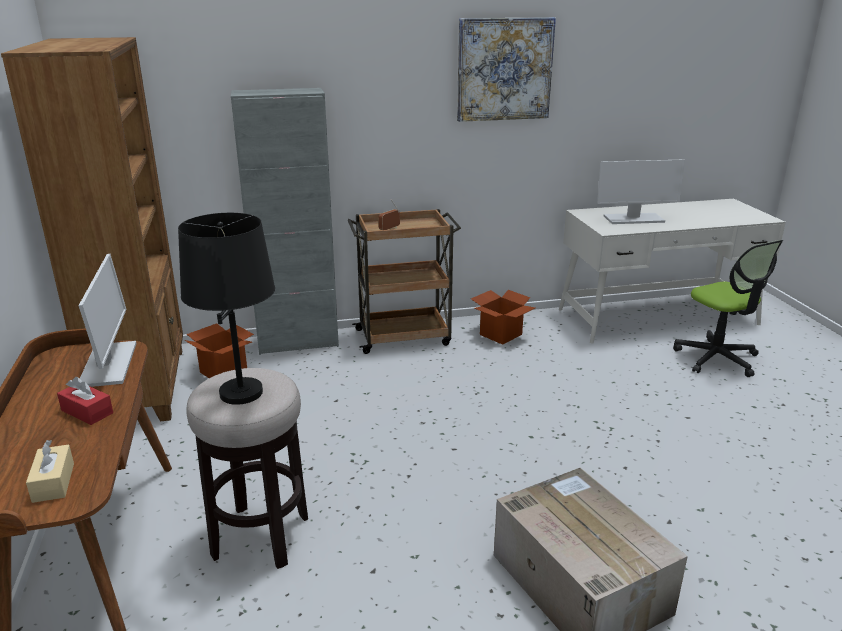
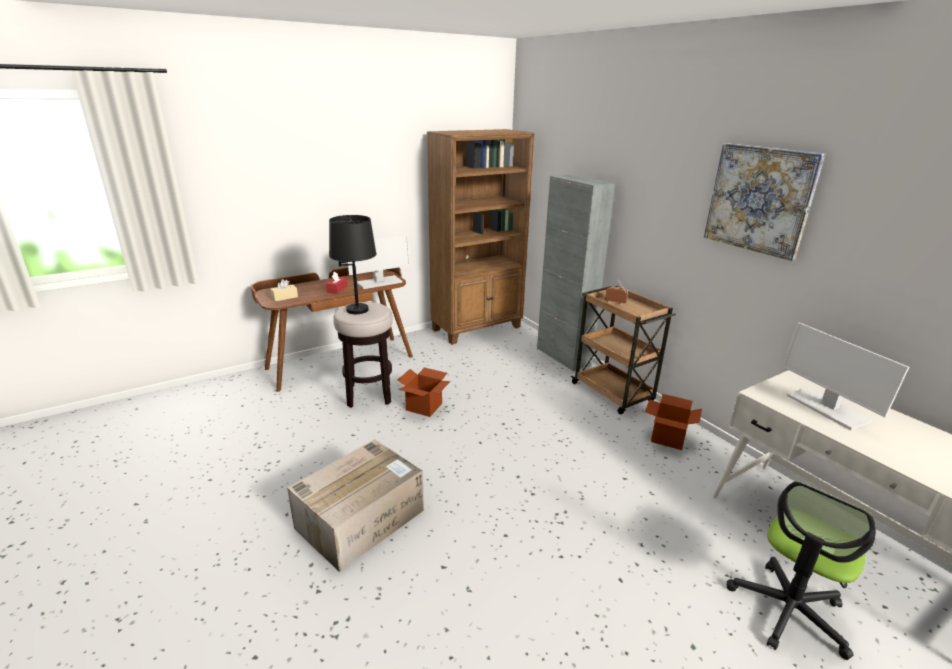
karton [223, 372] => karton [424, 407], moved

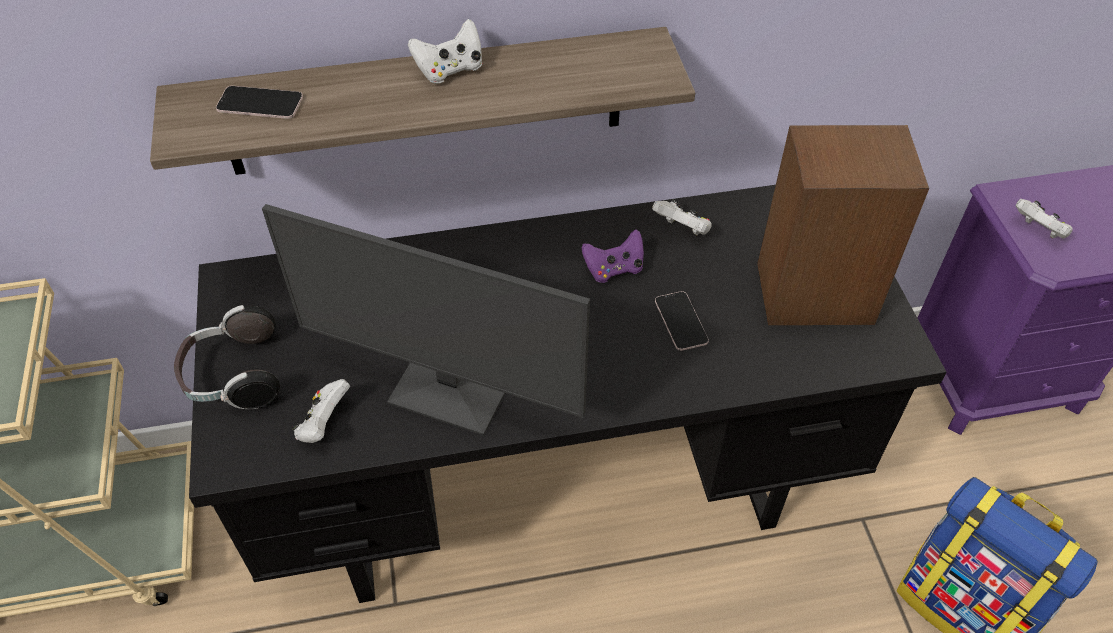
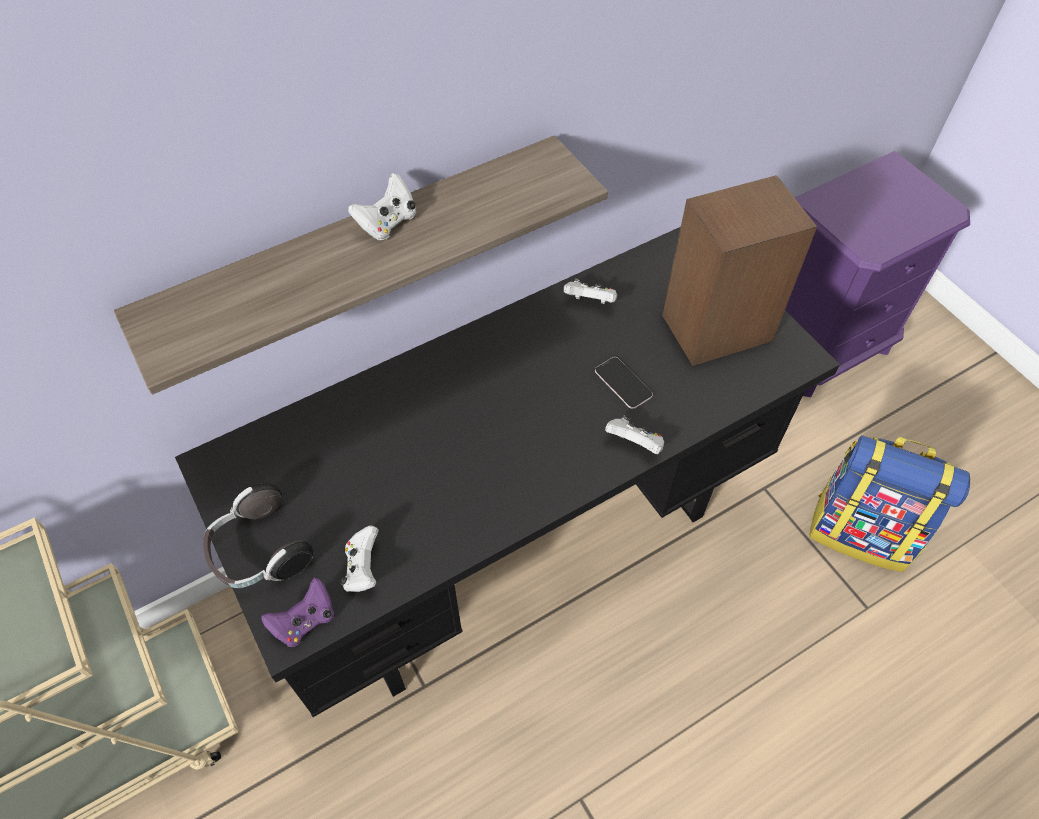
pad do gier (fioletowy) [614, 269] => pad do gier (fioletowy) [305, 621], moved
pad do gier (biały) [1038, 230] => pad do gier (biały) [634, 444], moved
telefon [260, 103] => nothing
monitor [452, 389] => nothing

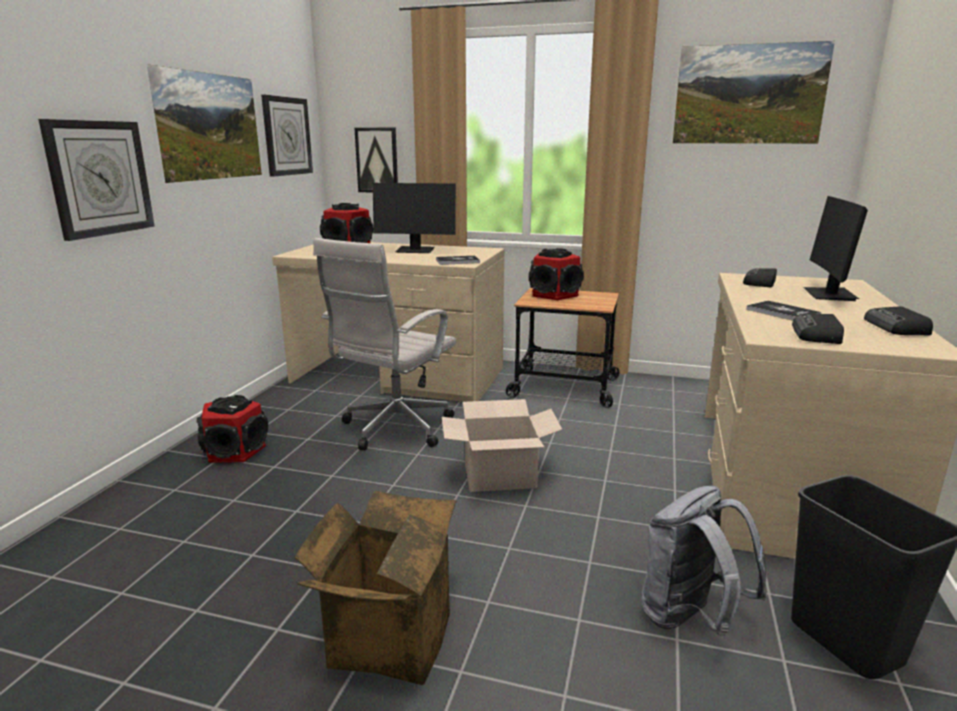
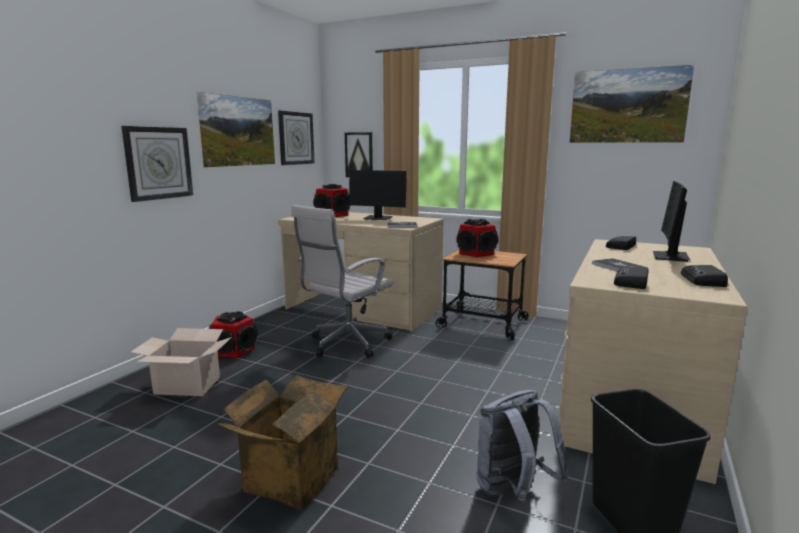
karton [500, 476] => karton [188, 385], moved

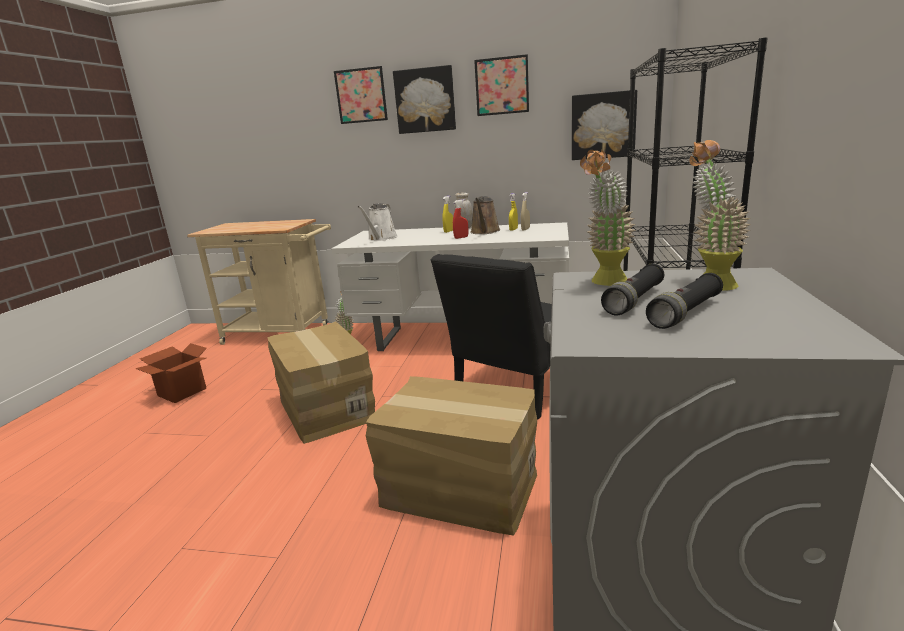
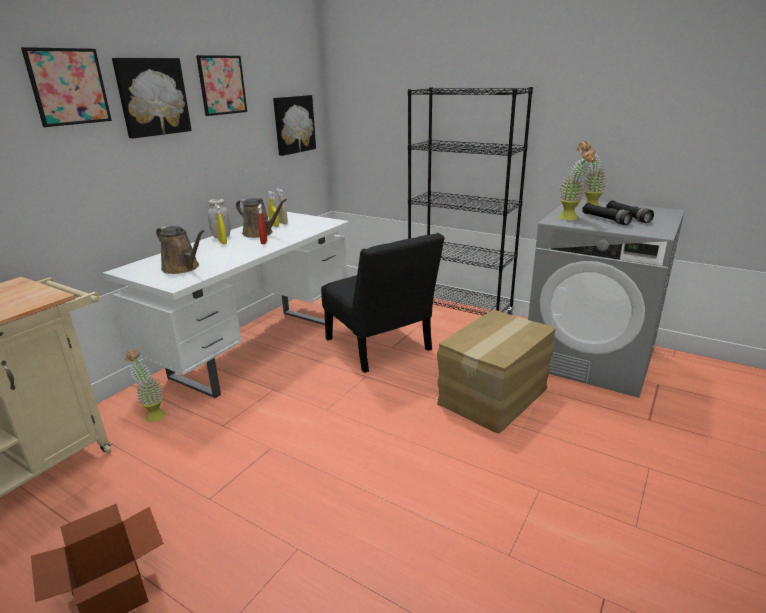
konewka (biały) [381, 238] => konewka (brązowy) [183, 268]
karton [325, 409] => nothing

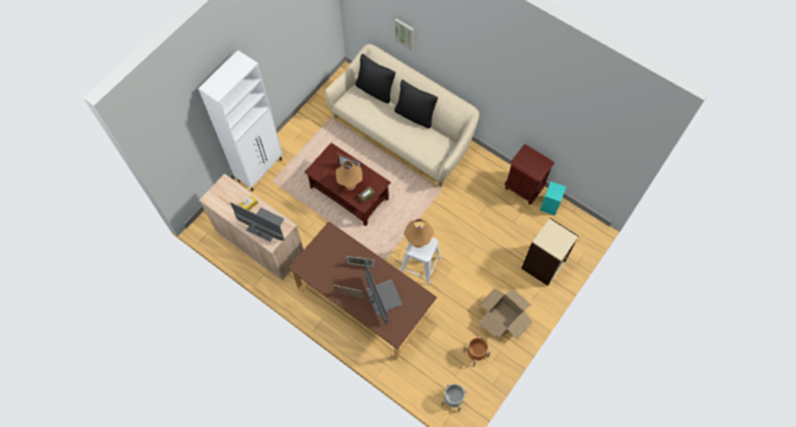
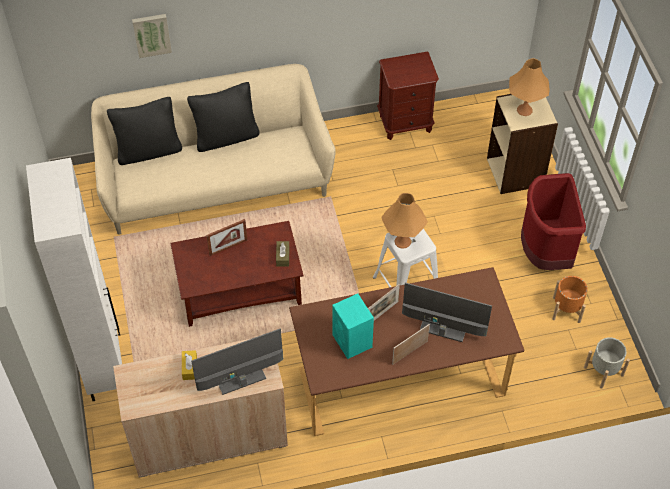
głośnik (turkusowy) [549, 206] => głośnik (turkusowy) [352, 342], moved
lampa stołowa (pomarańczowy) [350, 185] => lampa stołowa (pomarańczowy) [524, 110], moved
karton [503, 317] => kosz na śmieci (czerwony) [545, 252]

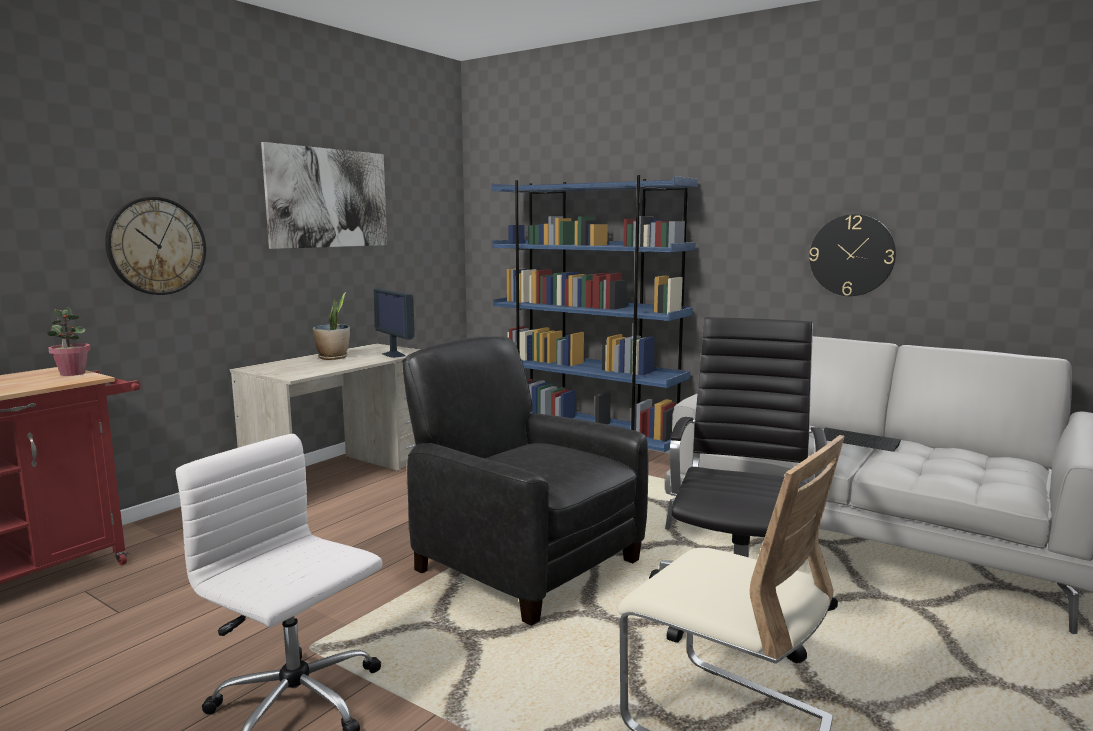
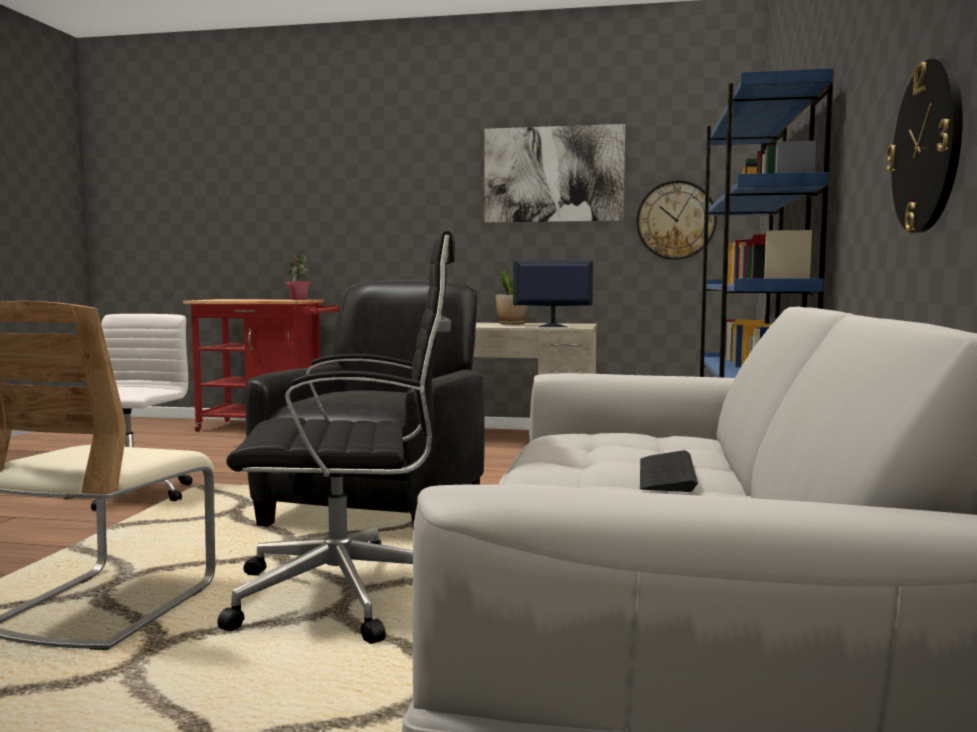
monitor [394, 355] => monitor [552, 326], 60 degrees clockwise
zegar ścienny [157, 246] => zegar ścienny [676, 220], moved

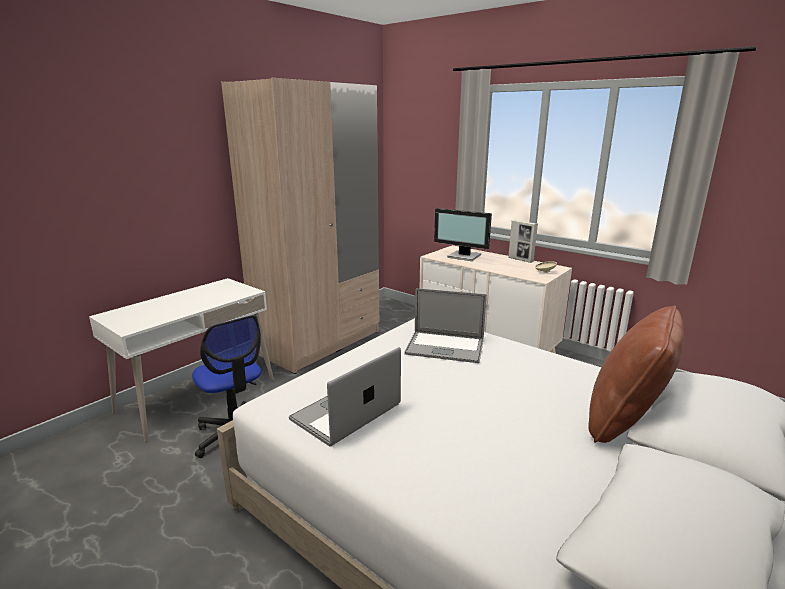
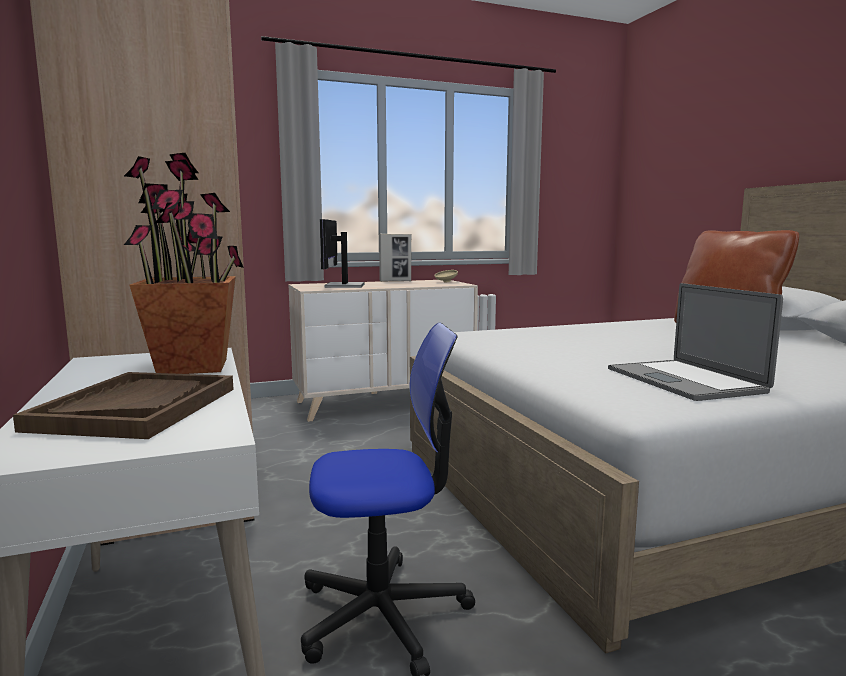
nothing => taca (brązowy) [137, 408]
nothing => roślina doniczkowa [193, 367]
monitor [464, 256] => monitor [342, 286], 120 degrees clockwise
laptop [445, 347] => nothing

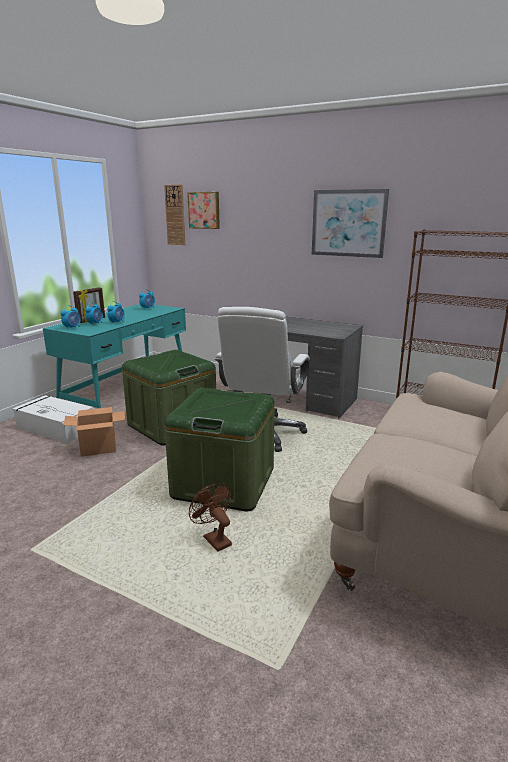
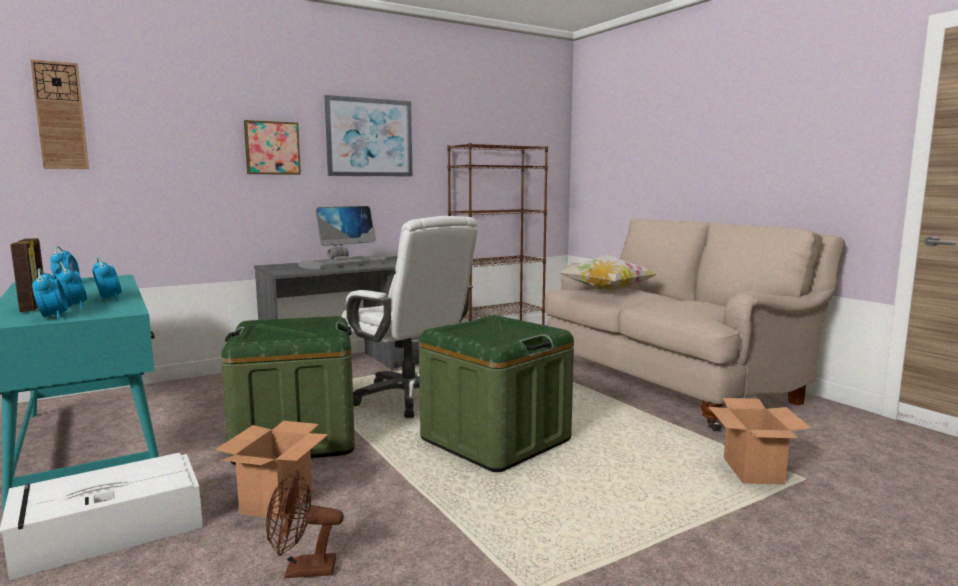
obraz [204, 210] => obraz [272, 148], moved
wentylator (brązowy) [214, 539] => wentylator (brązowy) [302, 570], moved
nothing => monitor [344, 263]
nothing => poduszka [606, 291]
nothing => karton [753, 471]

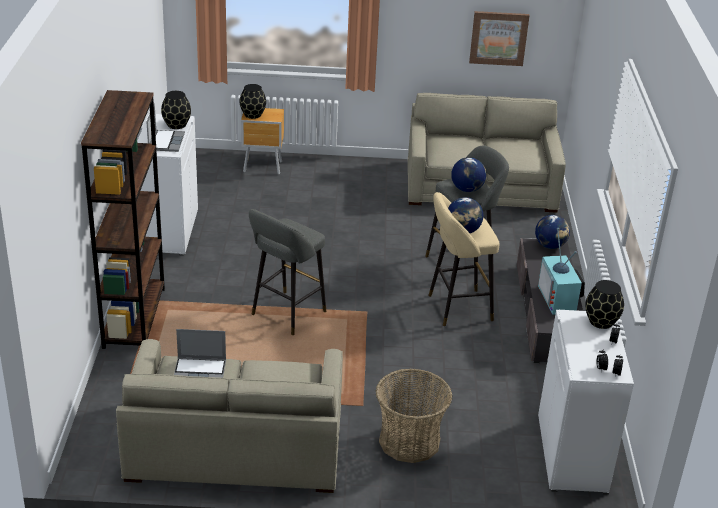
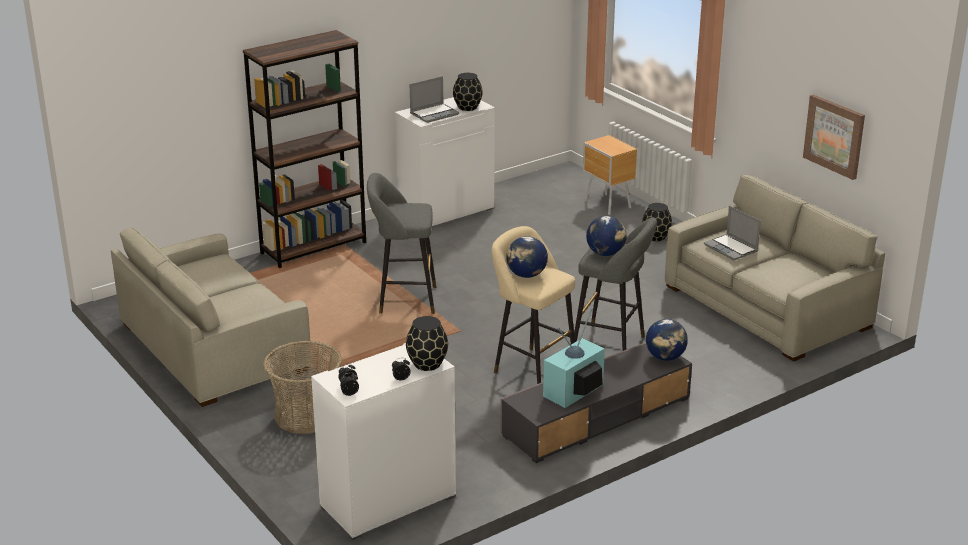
wazon (czarny) [252, 115] => wazon (czarny) [655, 237], moved
laptop [200, 371] => laptop [731, 248], moved

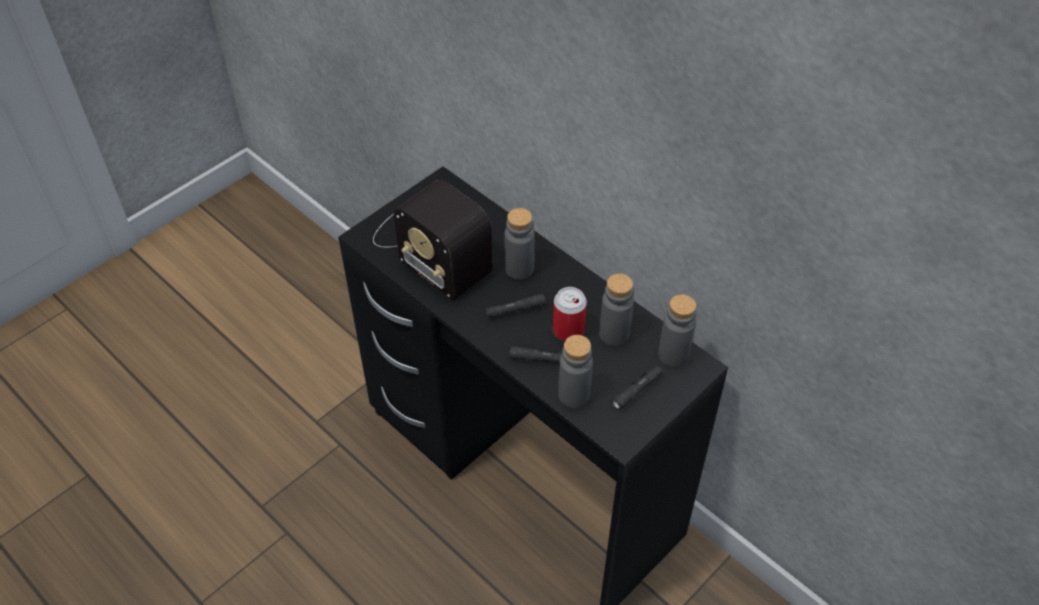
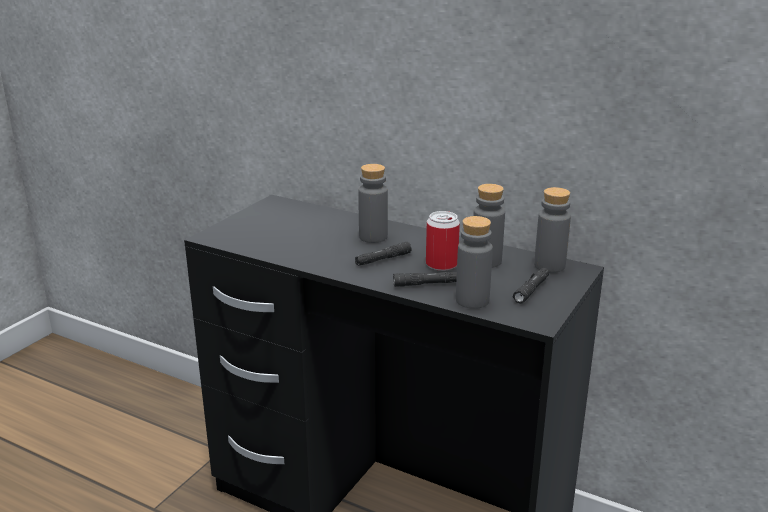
radio [430, 247] => nothing

